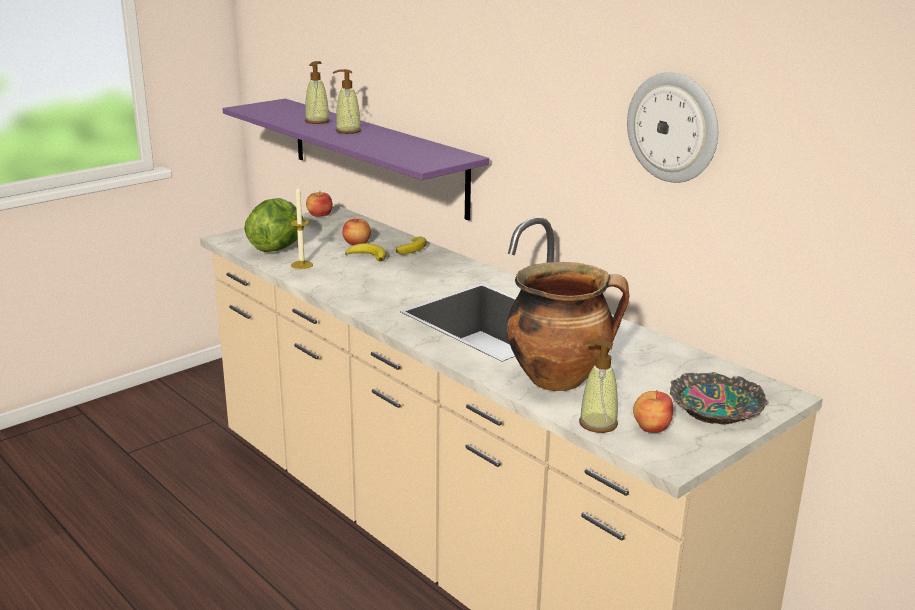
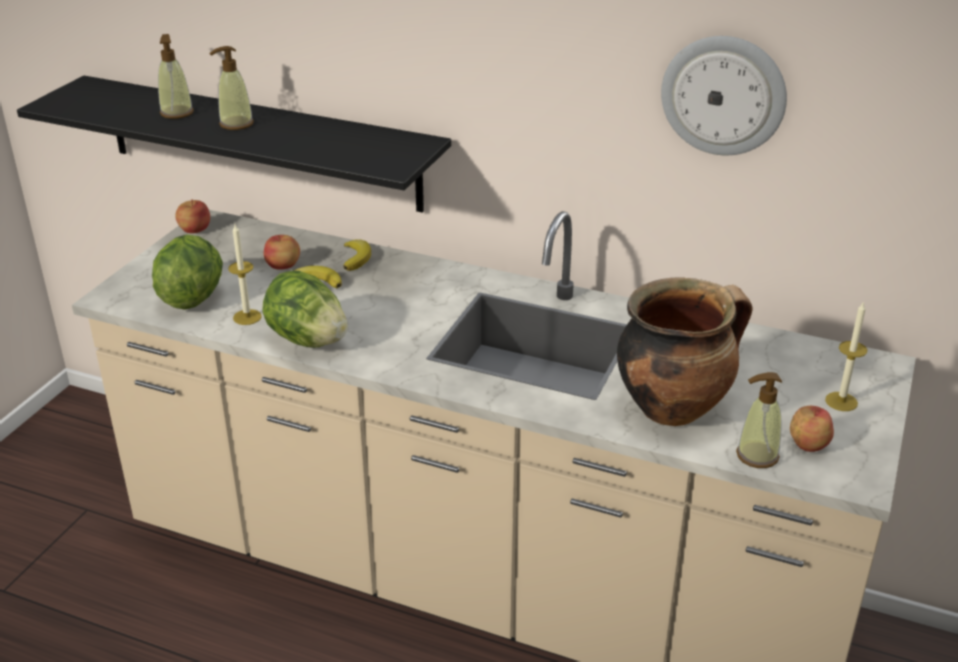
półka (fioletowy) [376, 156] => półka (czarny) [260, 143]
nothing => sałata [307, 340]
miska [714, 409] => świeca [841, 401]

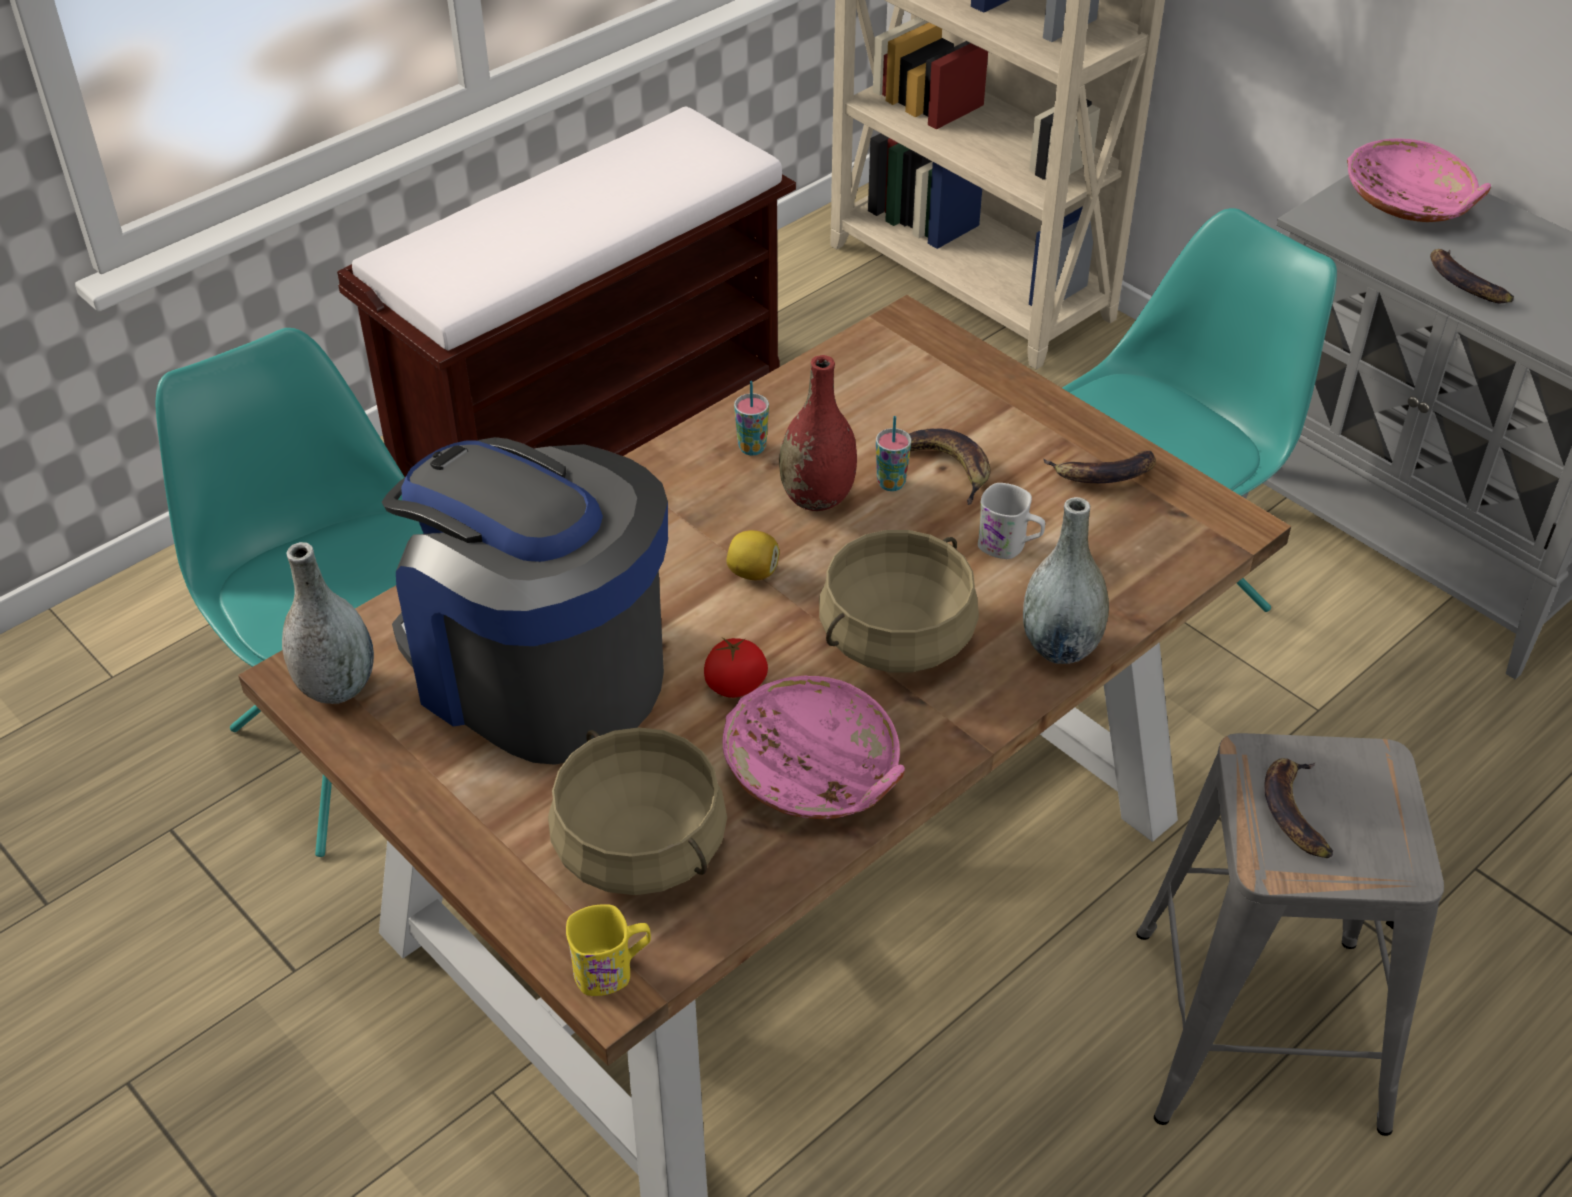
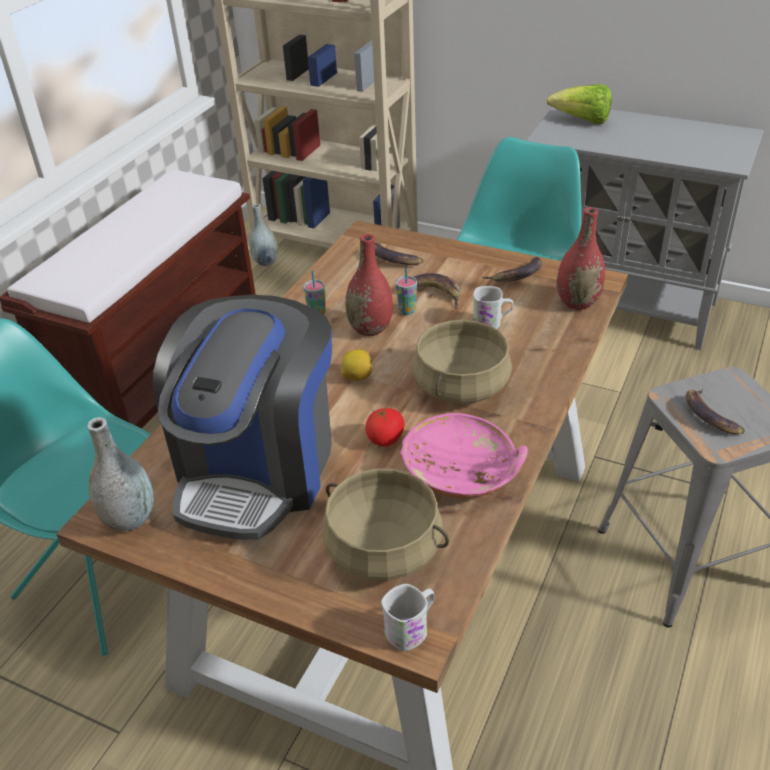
ekspres do kawy [537, 671] => ekspres do kawy [258, 469], 90 degrees counterclockwise
wazon (szary) [1060, 647] => wazon (szary) [266, 262], moved
banan [1463, 283] => banan [392, 258], moved
kubek (żółty) [612, 969] => kubek (biały) [411, 629]
miska (różowy) [1410, 203] => sałata [582, 121]
nothing => wazon (czerwony) [577, 302]

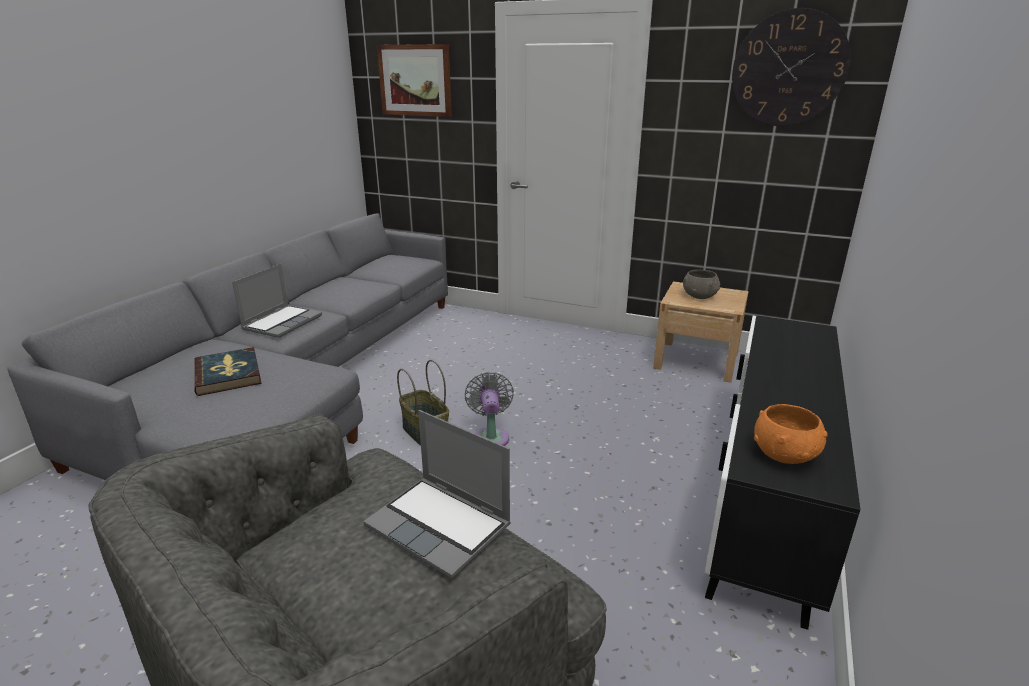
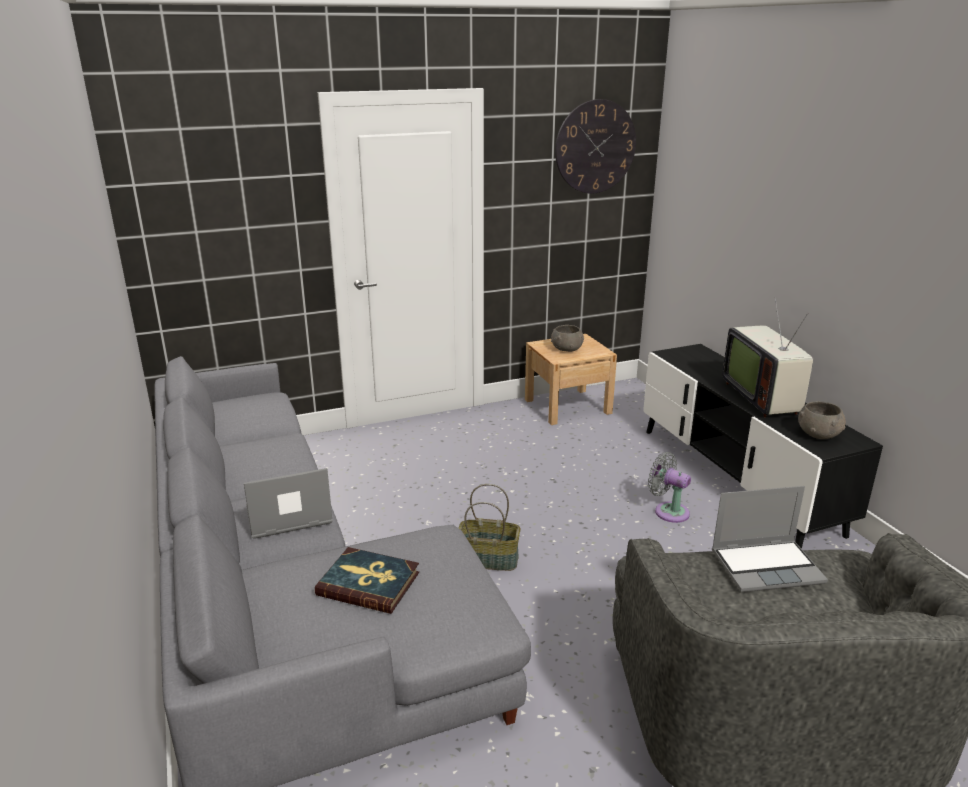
laptop [282, 322] => laptop [288, 517], 90 degrees counterclockwise
wentylator (szary) [491, 436] => wentylator (szary) [668, 511], moved
nothing => telewizor [763, 397]
miska (pomarańczowy) [785, 454] => miska (szary) [818, 434]
obraz [415, 80] => nothing

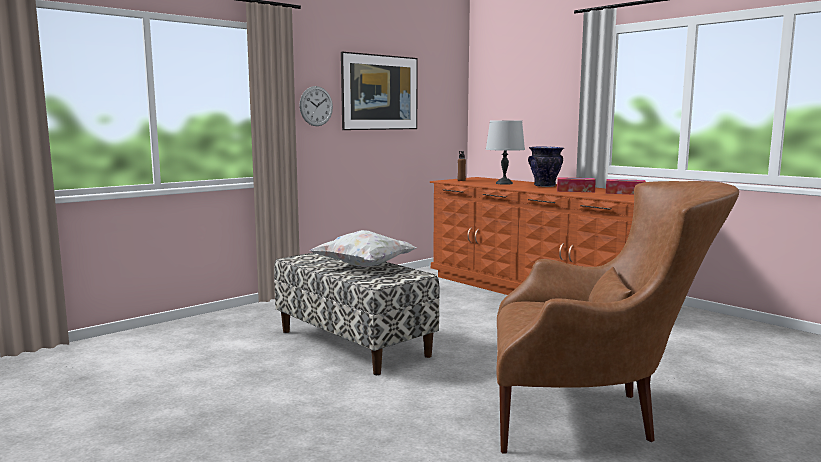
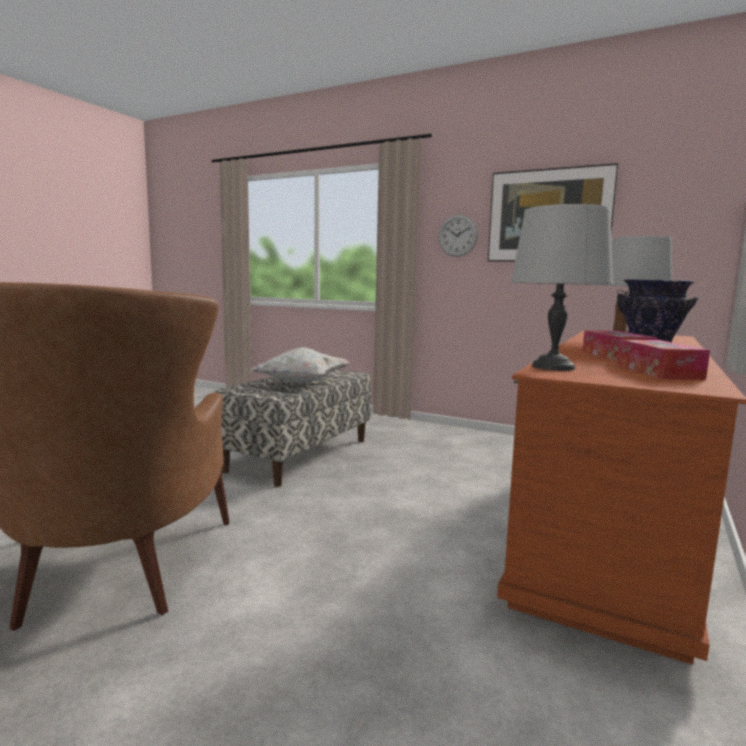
nothing => lampa stołowa (szary) [552, 367]

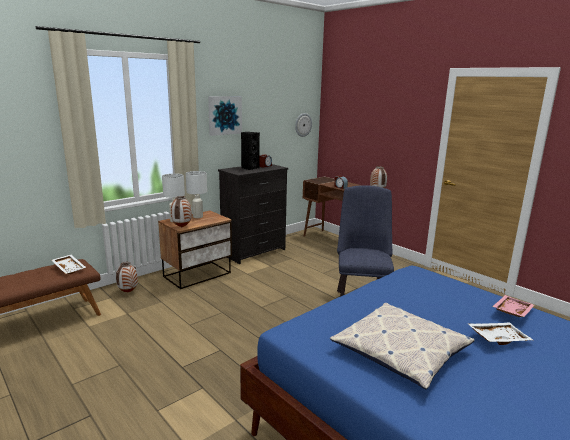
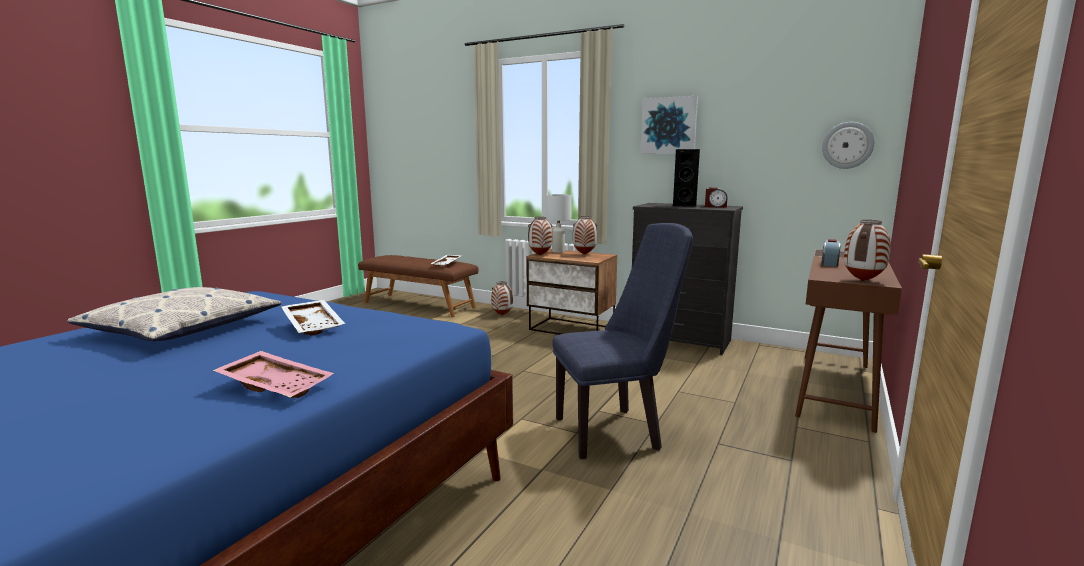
taca (biały) [497, 338] => taca (biały) [315, 325], moved
lampa stołowa (biały) [198, 216] => wazon [584, 254]

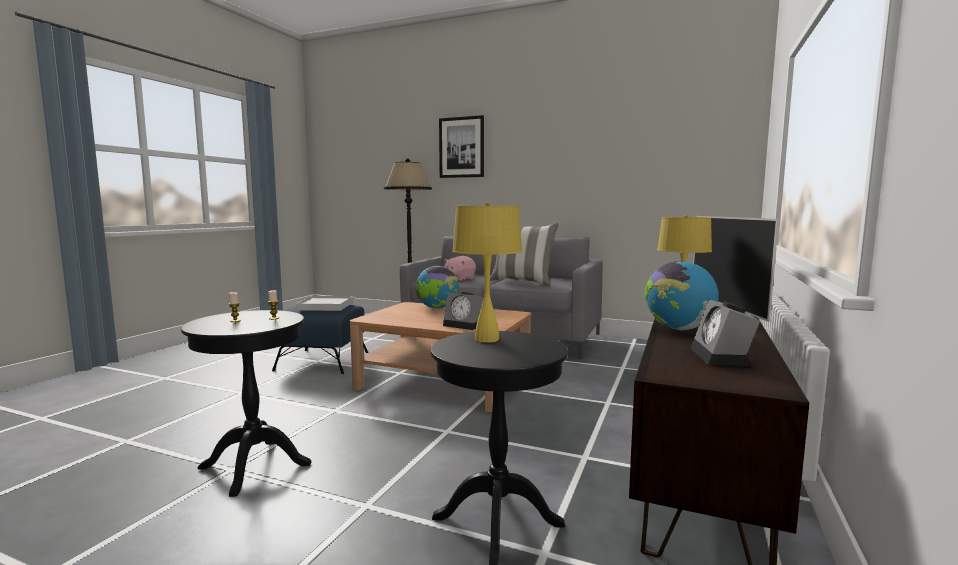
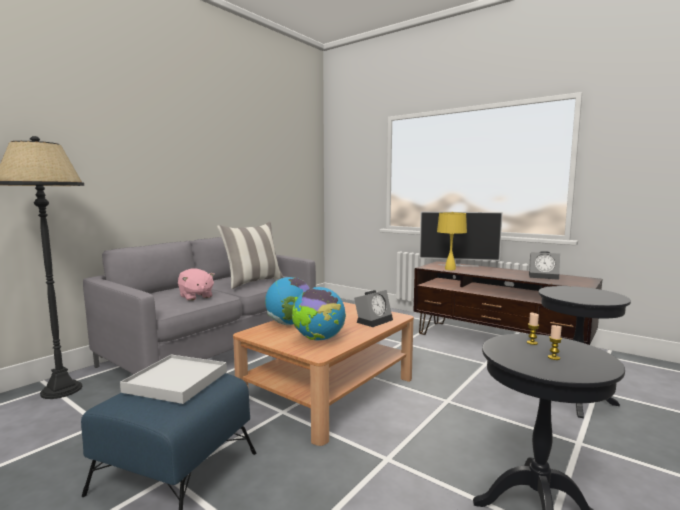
globus [678, 329] => globus [318, 339], moved
obraz [461, 147] => nothing
lampa stołowa (żółty) [487, 339] => nothing

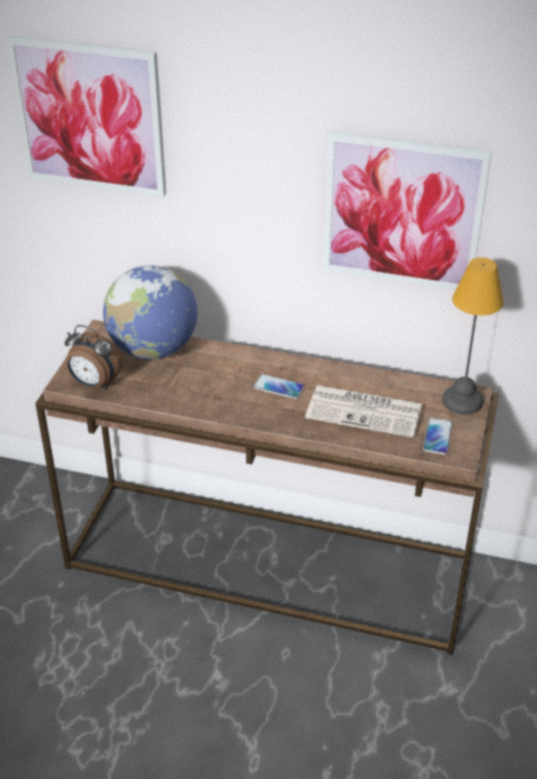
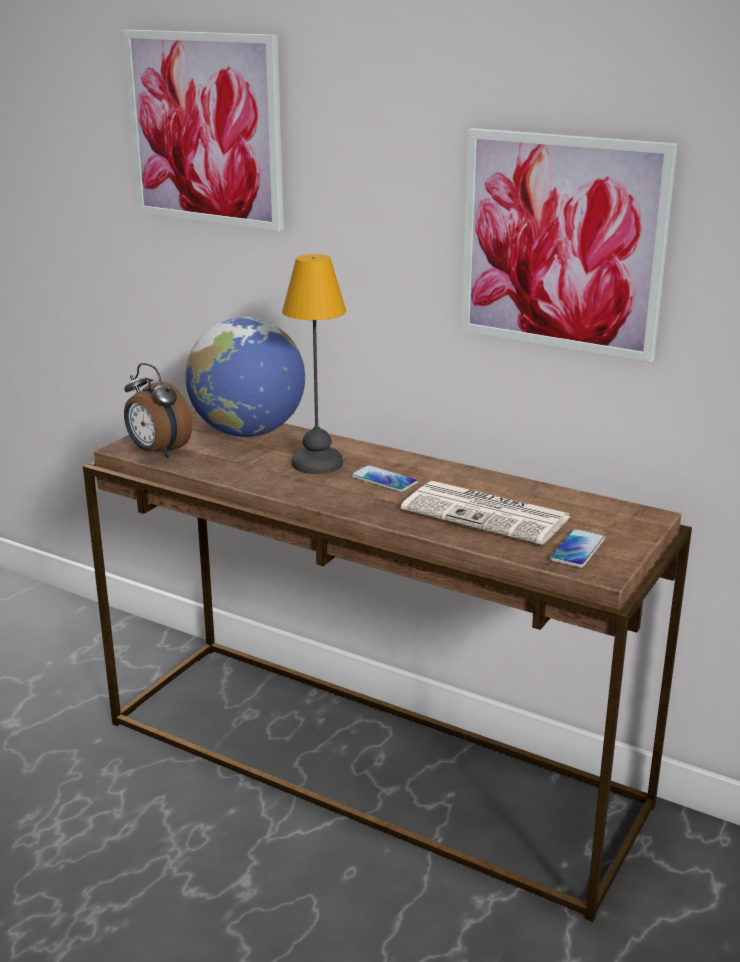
lampa stołowa [462, 400] => lampa stołowa [318, 463], moved

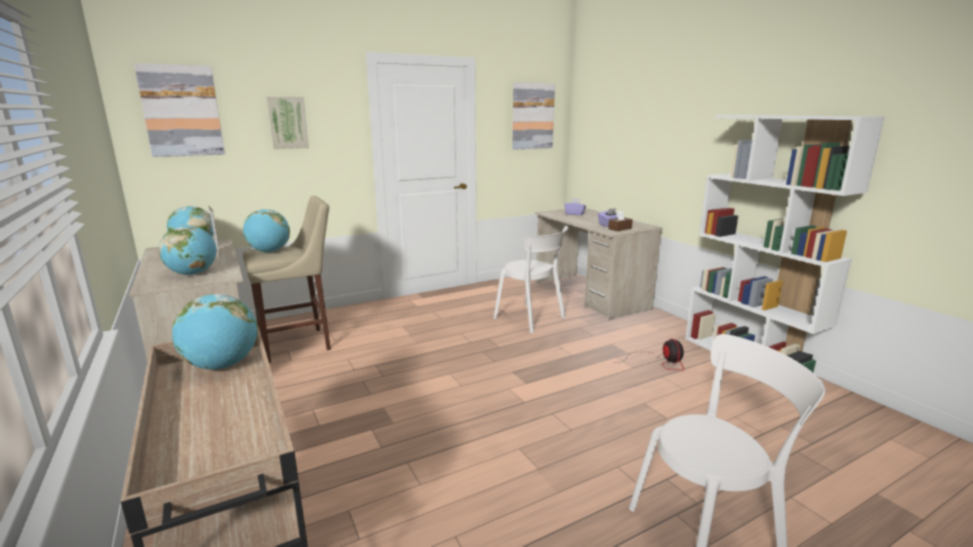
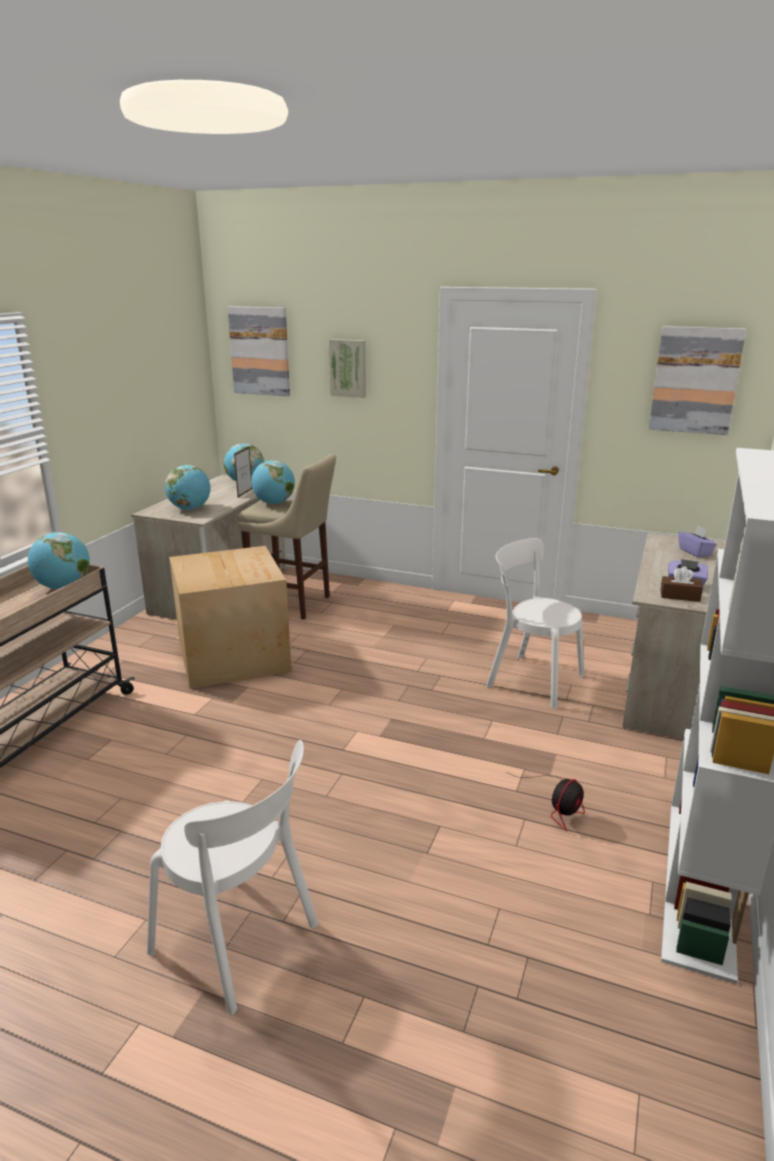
nothing => karton [234, 655]
krzesło (biały) [532, 319] => krzesło (biały) [531, 679], 120 degrees clockwise

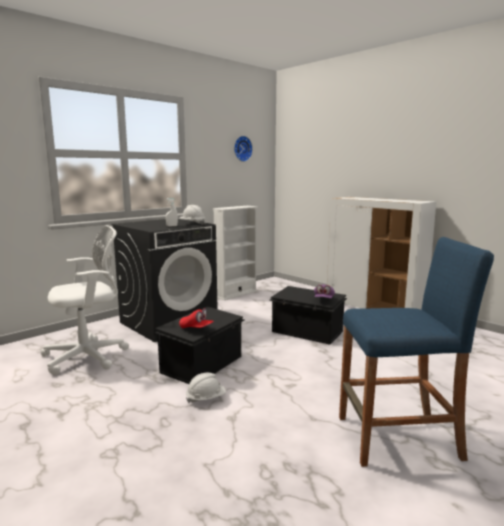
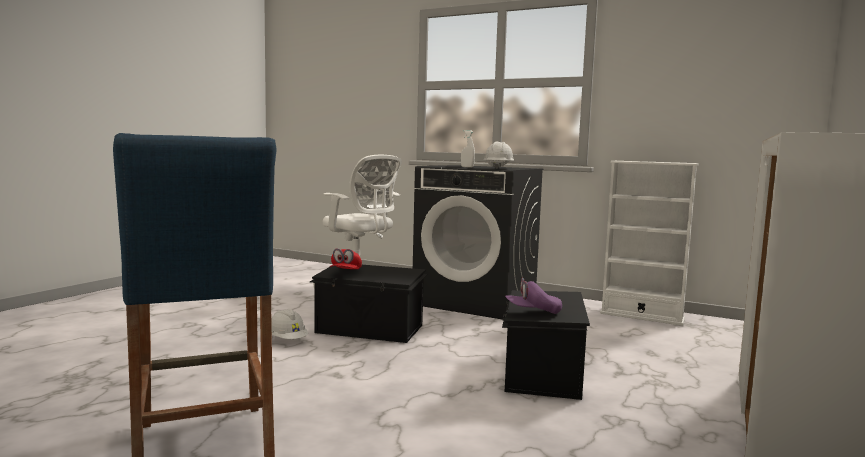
zegar ścienny [242, 148] => nothing

